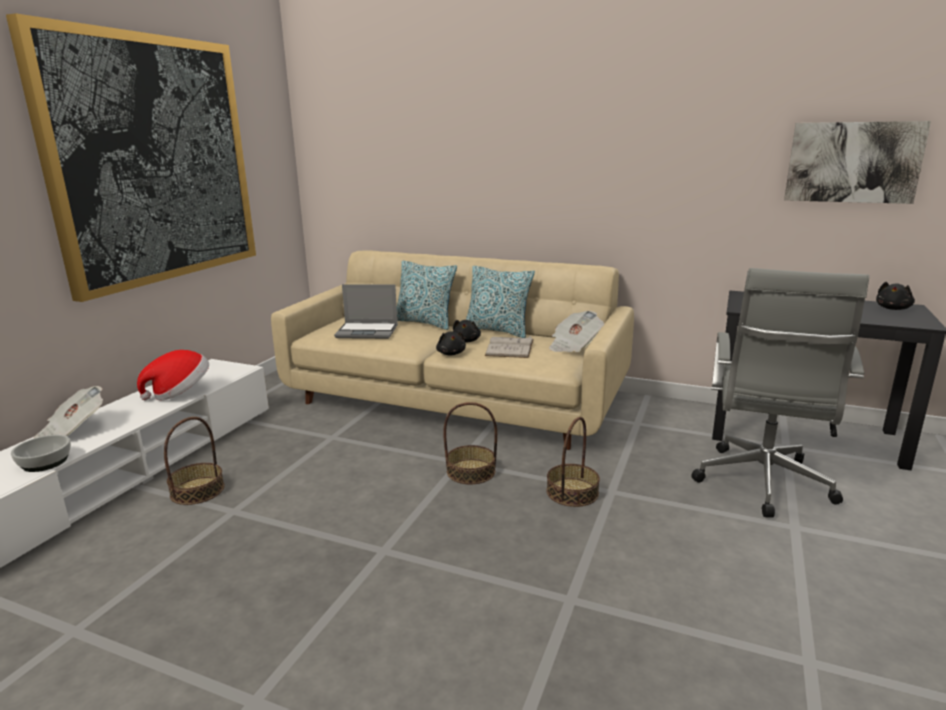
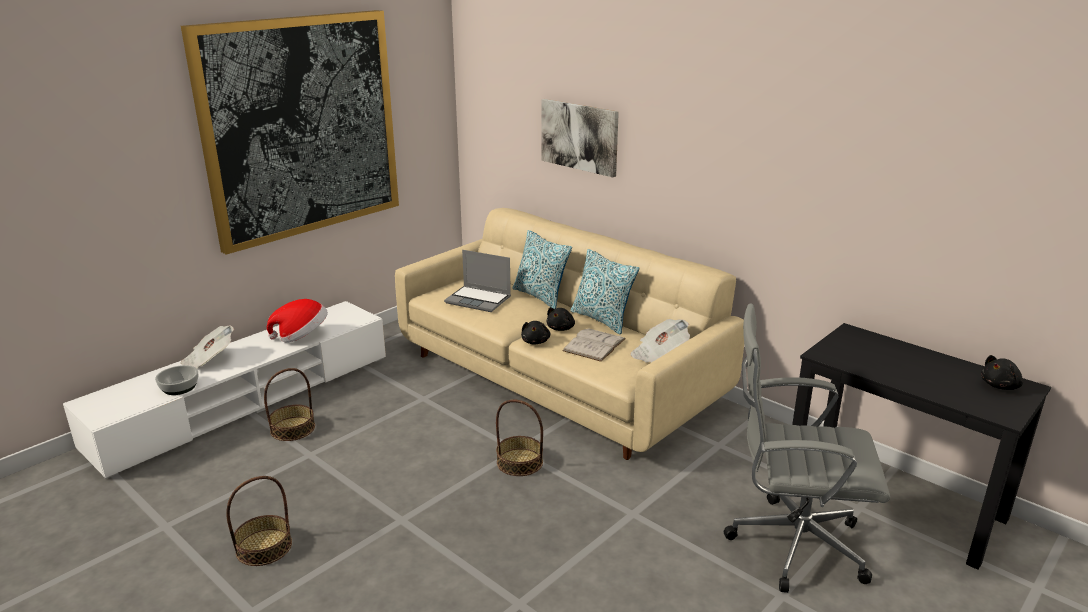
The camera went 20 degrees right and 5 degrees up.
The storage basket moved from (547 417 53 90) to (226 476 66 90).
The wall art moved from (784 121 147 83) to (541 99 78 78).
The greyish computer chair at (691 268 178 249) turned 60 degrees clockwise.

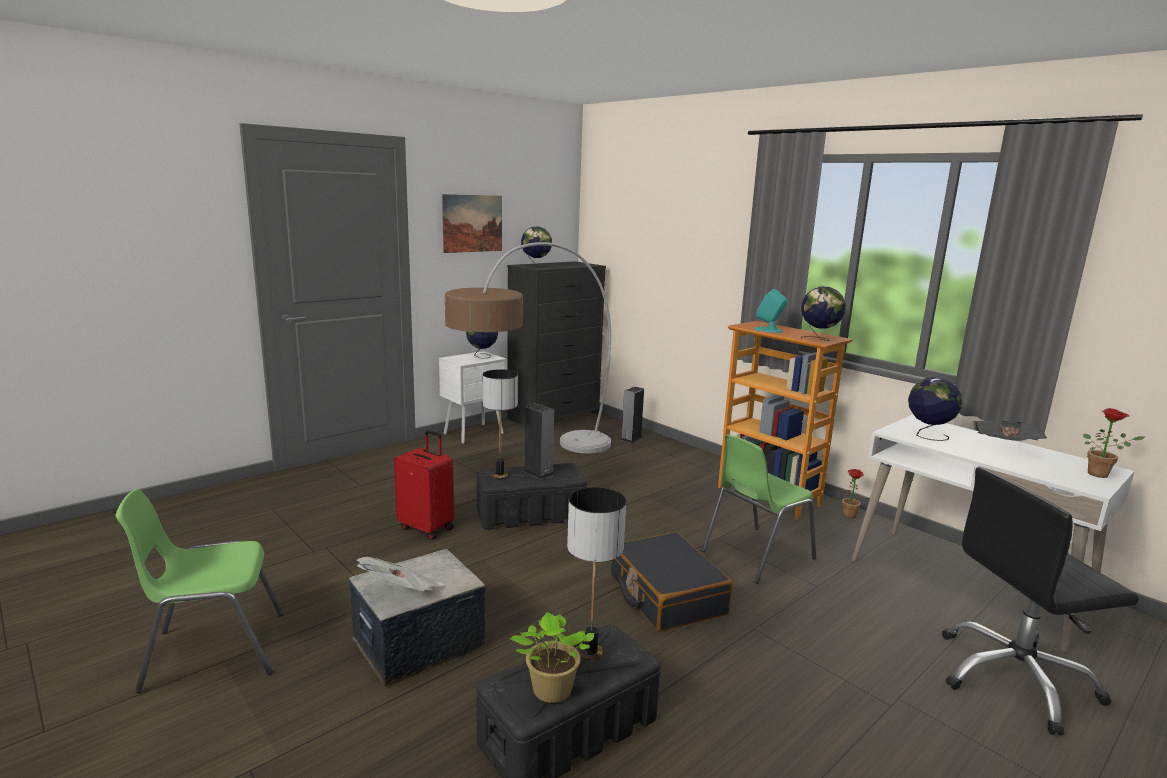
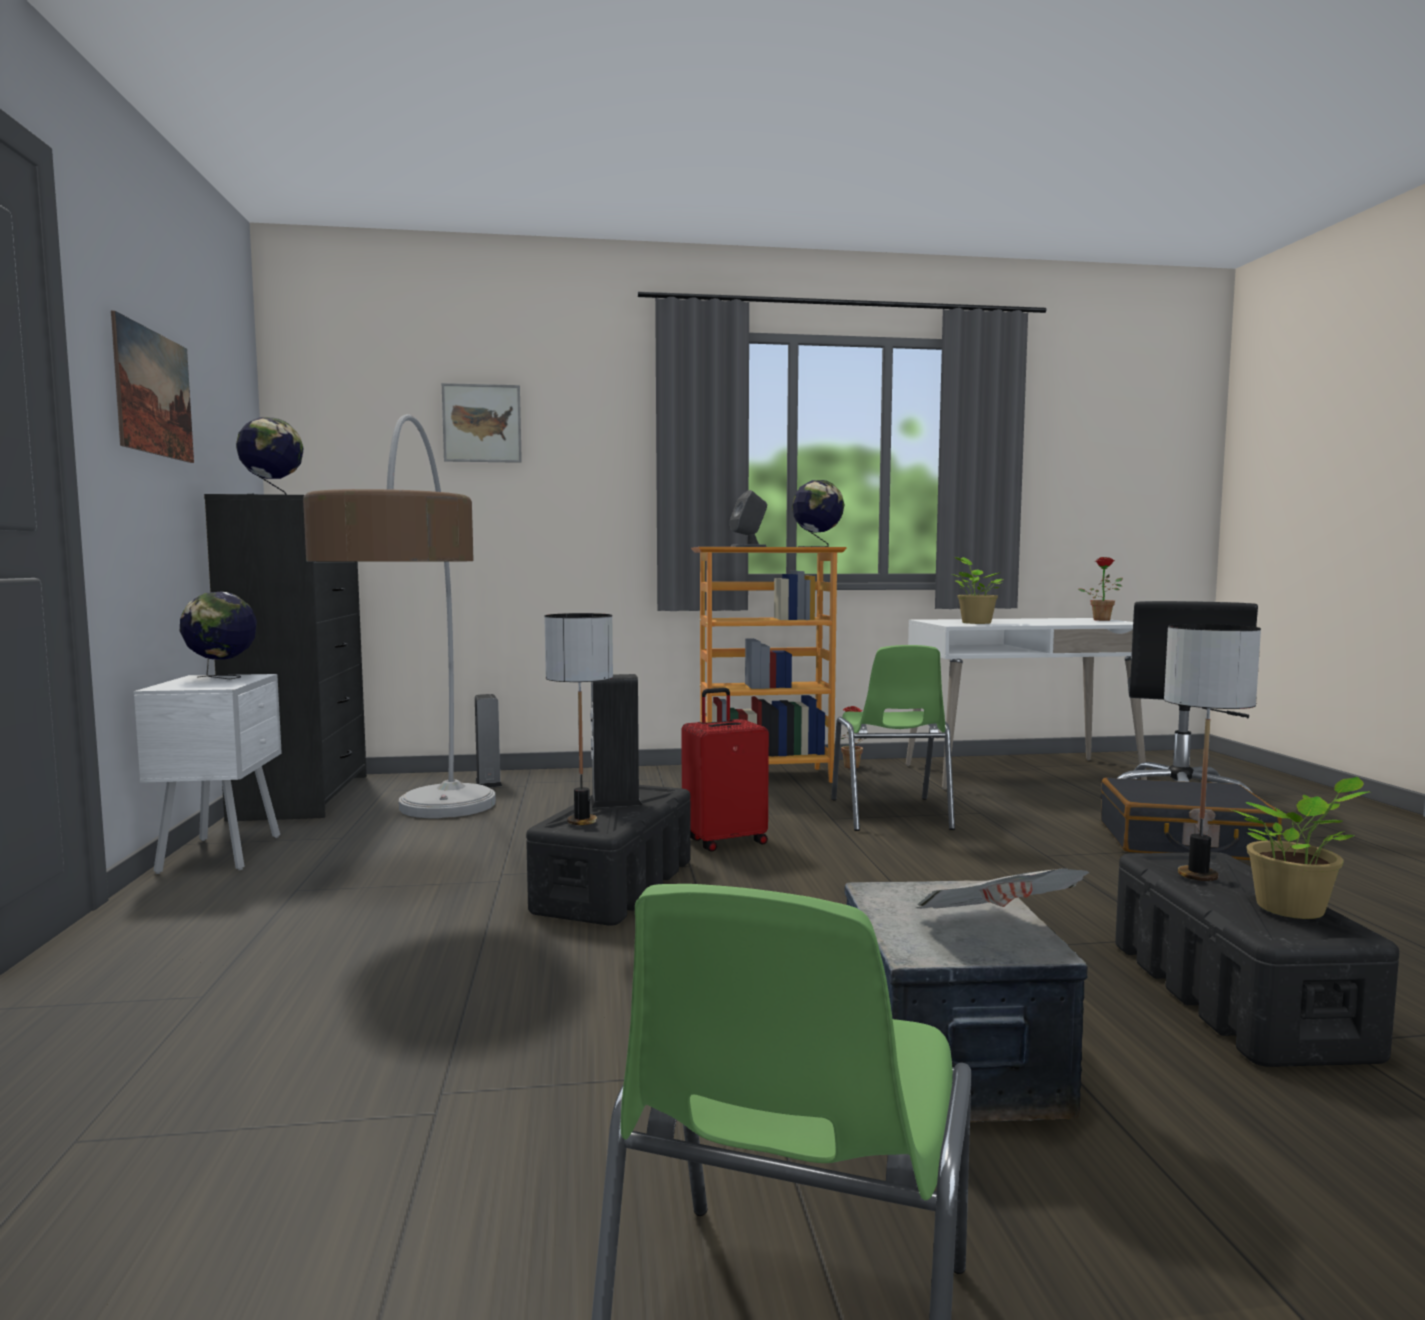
The camera went 55 degrees left and 10 degrees down.
The printed paper at (973 421 74 20) disappeared.
The wall art at (442 383 80 80) appeared.
The reddish travel case moved from (394 430 60 110) to (681 688 88 164).
The black travel case moved from (611 532 122 100) to (1101 777 181 83).
The globe at (908 377 54 64) was replaced by the potted plant at (951 557 52 67).
The turquoise audio speaker at (755 289 32 44) became the greyish audio speaker at (730 490 37 57).

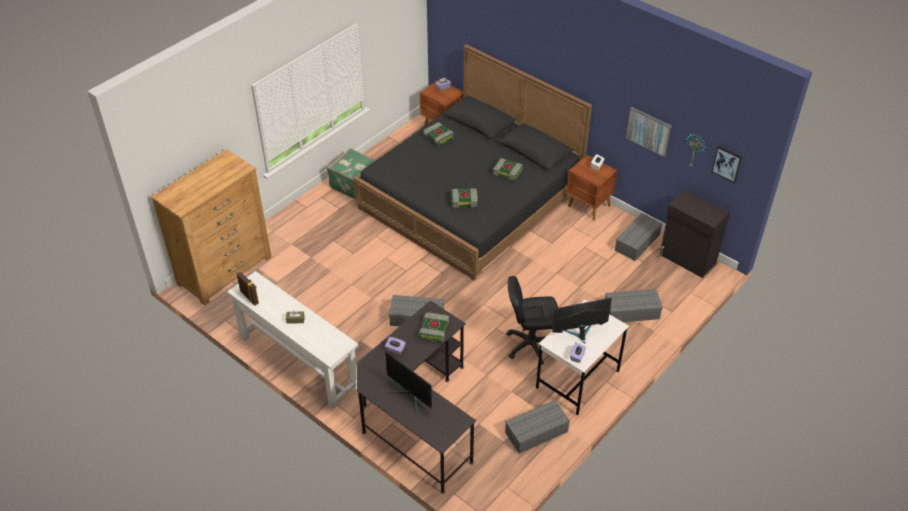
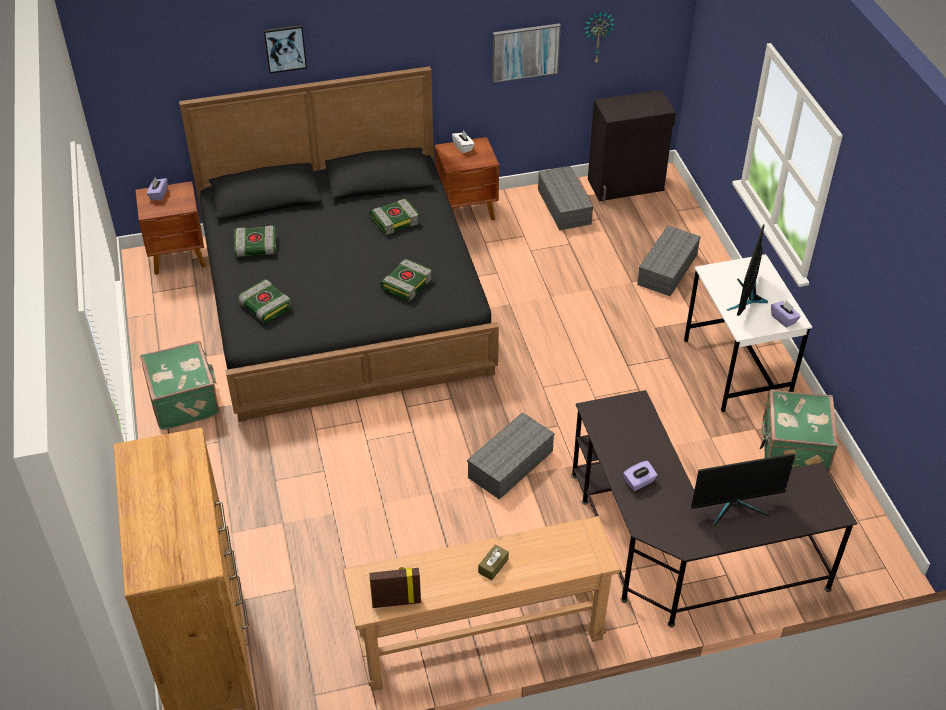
The camera went 55 degrees left and 0 degrees up.
The black computer chair at (506 276 52 89) disappeared.
The book moved from (419 312 30 30) to (238 280 53 43).
The wall art moved from (712 146 30 37) to (264 25 43 49).
The greyish storage box at (505 400 65 54) was replaced by the greenish travel case at (760 389 78 84).
The white console table at (227 271 132 137) became the brownish console table at (343 516 278 175).

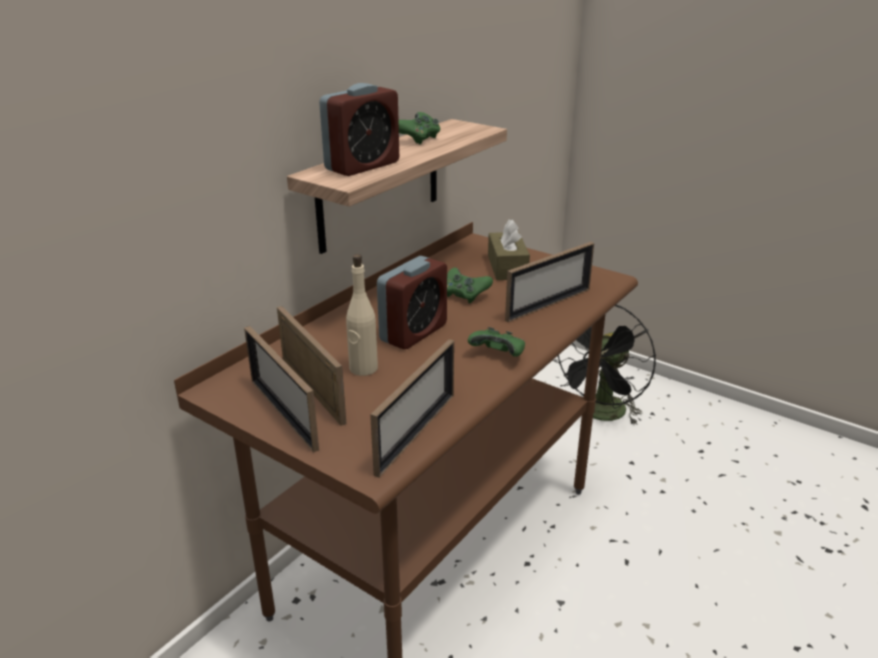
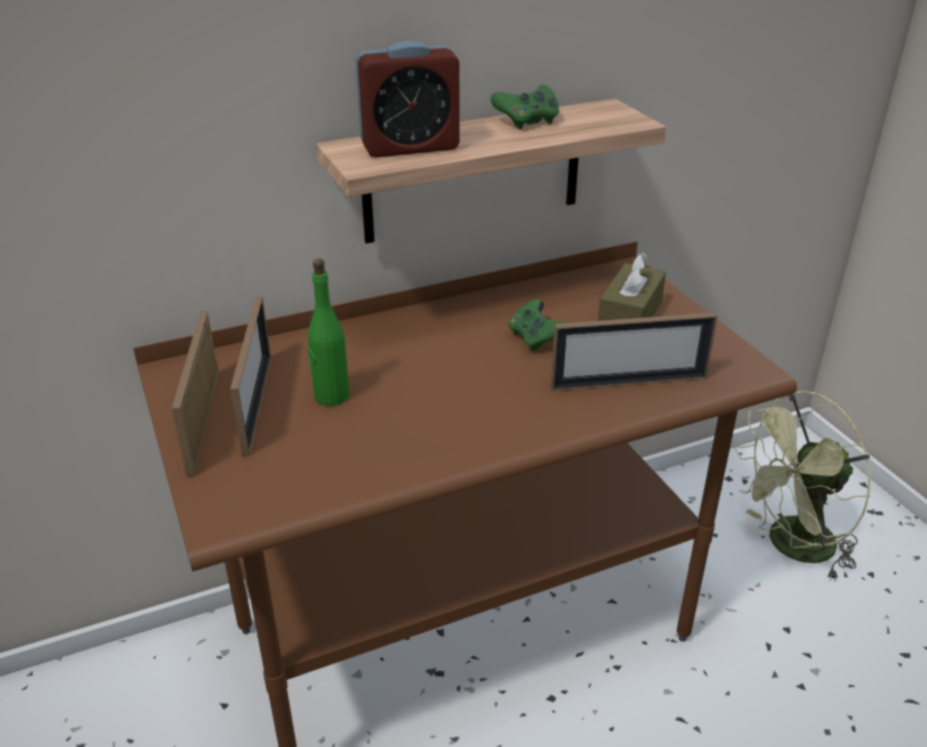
The camera went 30 degrees right and 5 degrees up.
The picture frame at (370 339 84 139) disappeared.
The bedside clock at (377 256 70 93) disappeared.
The greenish joypad at (468 327 57 30) disappeared.
The beige-coloured drink bottle at (346 254 32 122) became the greenish drink bottle at (307 259 43 147).
The black fan at (553 305 103 121) became the greenish fan at (735 391 135 190).

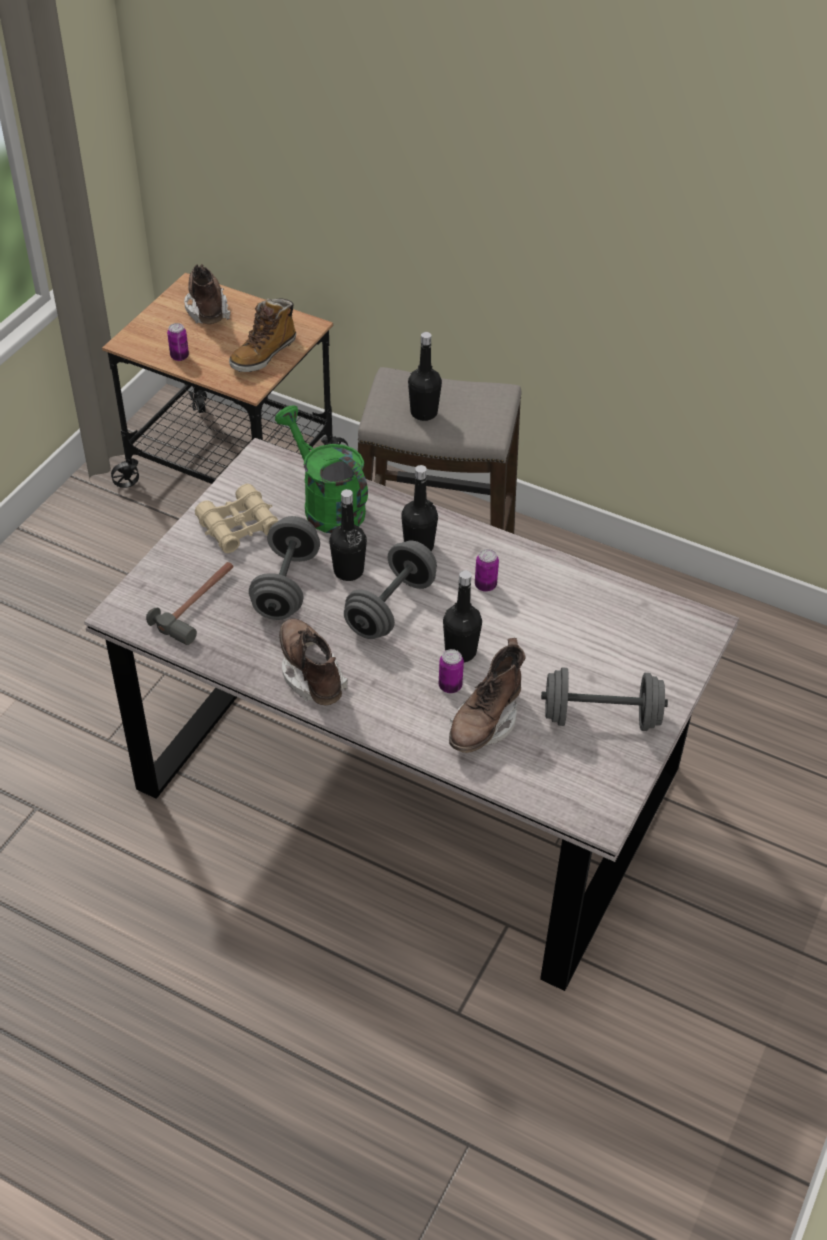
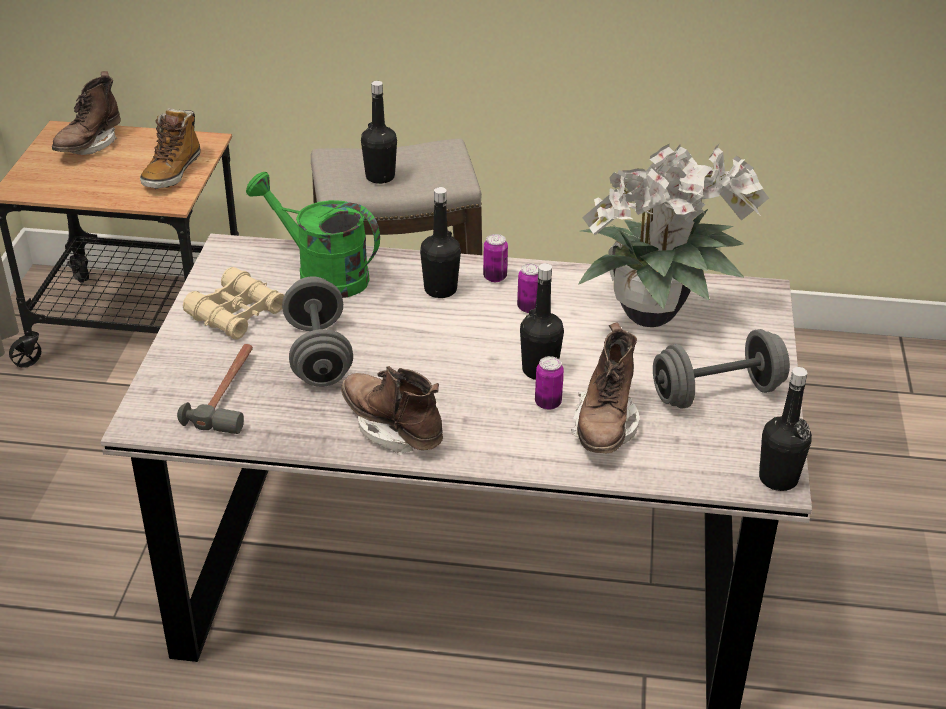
The camera went 20 degrees left and 10 degrees down.
The greyish hand weight at (344 541 93 98) disappeared.
The potted plant at (578 143 191 184) appeared.
The sealed can moved from (167 323 22 38) to (483 234 25 48).
The black drink bottle moved from (329 489 38 92) to (759 367 53 124).
The brownish boot at (184 264 47 60) turned 120 degrees counterclockwise.

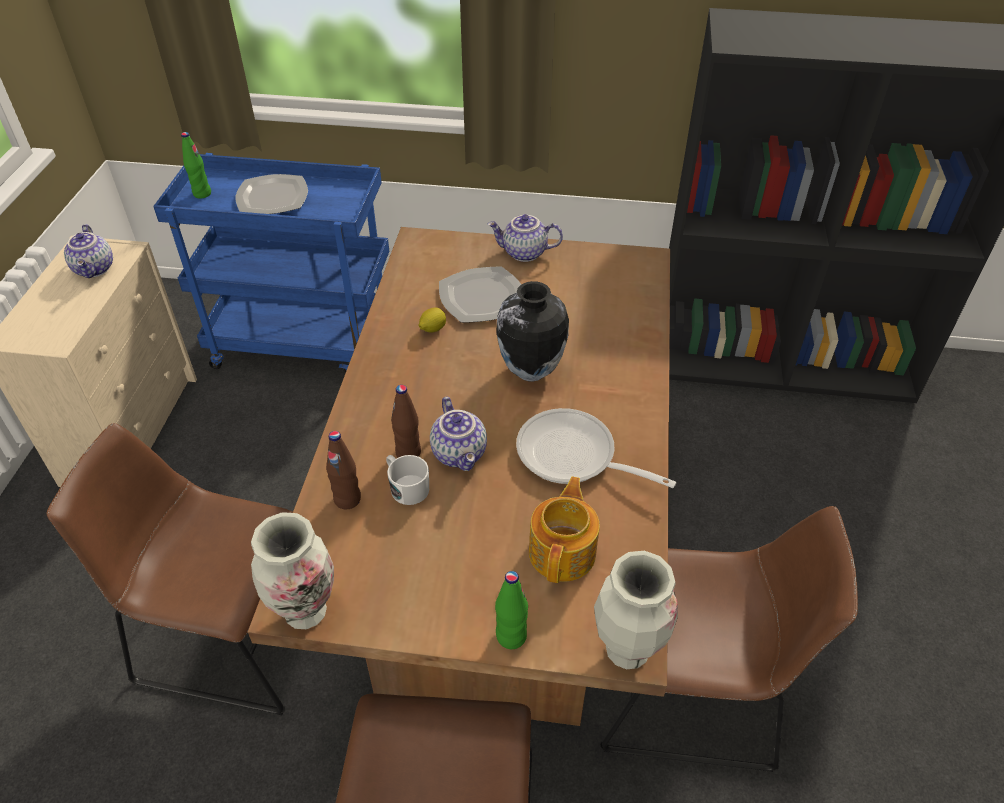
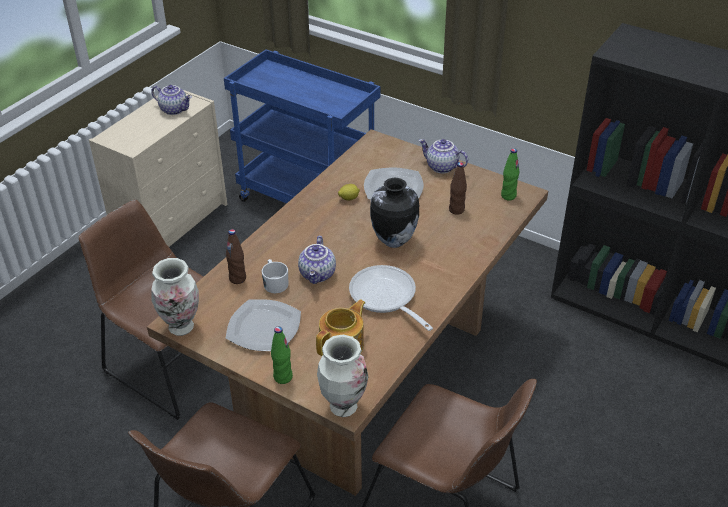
The camera went 25 degrees right and 5 degrees down.
The greenish drink bottle moved from (181 132 30 67) to (501 148 18 52).
The plate moved from (235 174 73 40) to (226 299 75 52).
The brownish drink bottle moved from (391 385 30 72) to (449 162 18 53).
The tea pot at (64 224 49 54) turned 75 degrees counterclockwise.

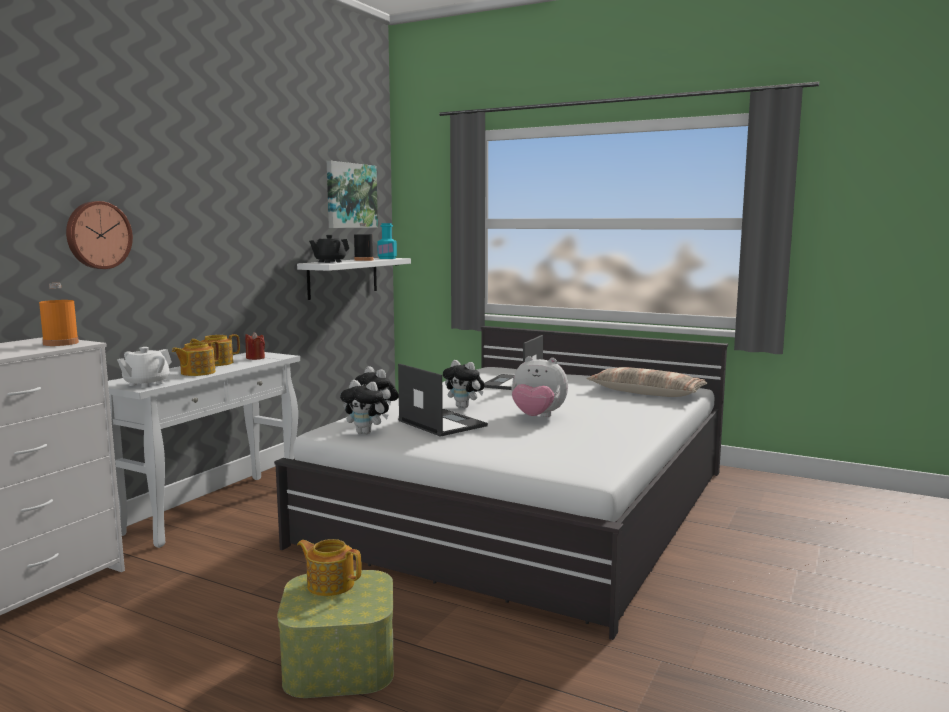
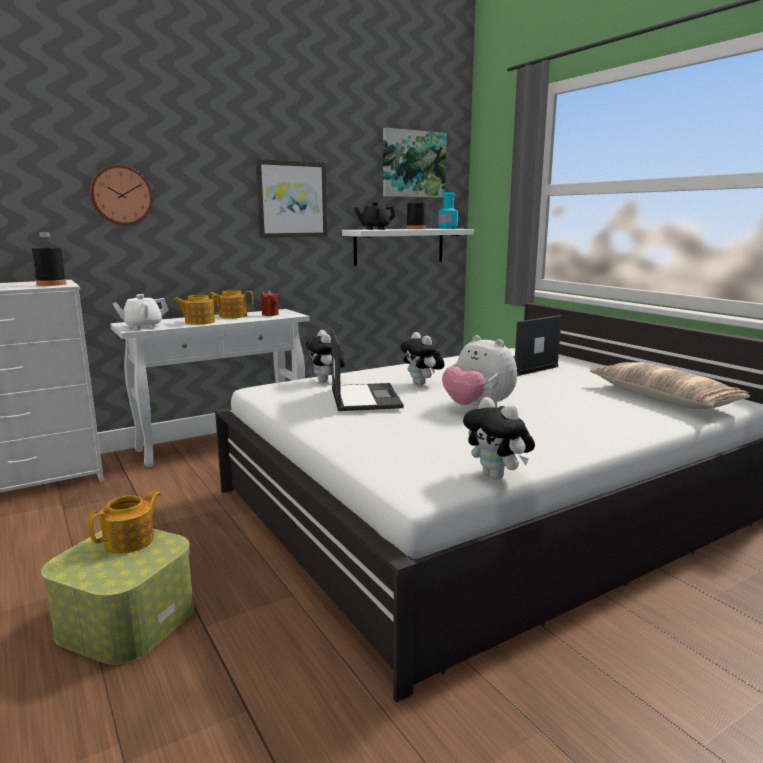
The camera went 30 degrees right and 5 degrees up.
The wall art at (255 159 72 79) appeared.
The plush toy moved from (340 380 49 55) to (463 397 72 83).
The orange-coloured drink bottle at (39 283 40 63) became the black drink bottle at (32 232 34 54).
The tea pot at (297 539 65 57) turned 75 degrees clockwise.

